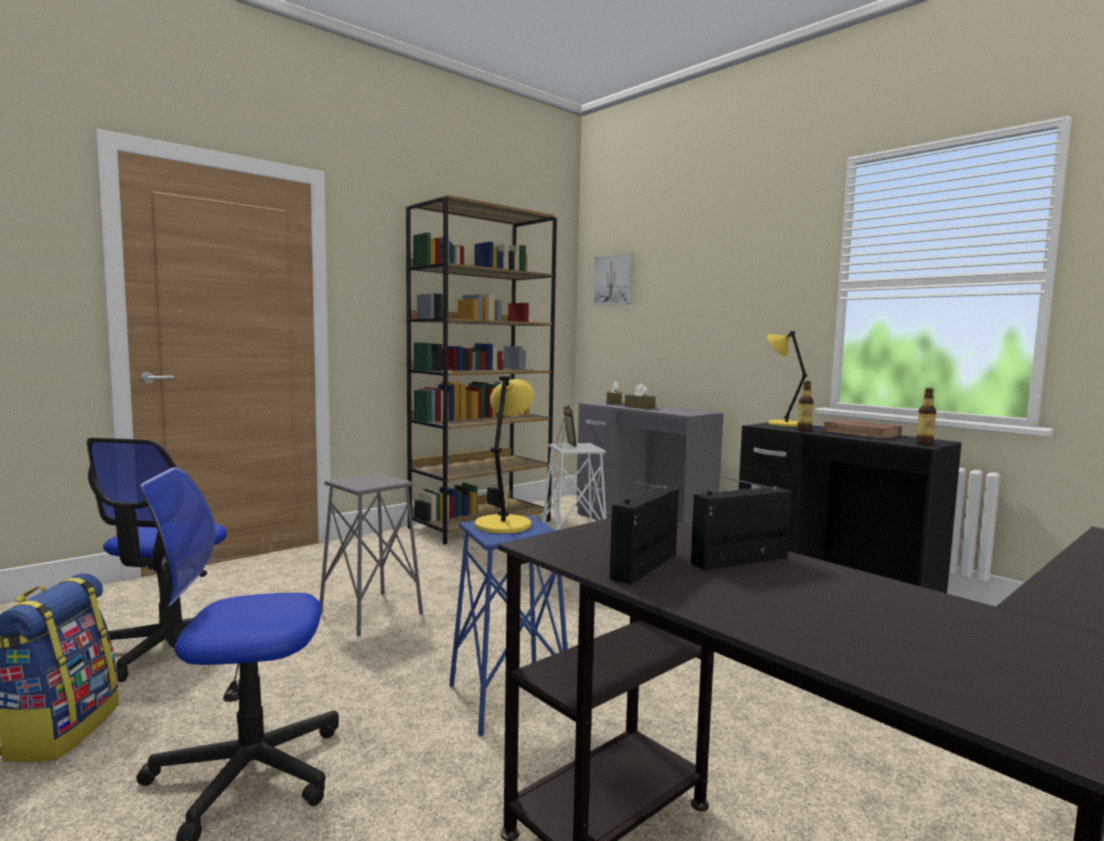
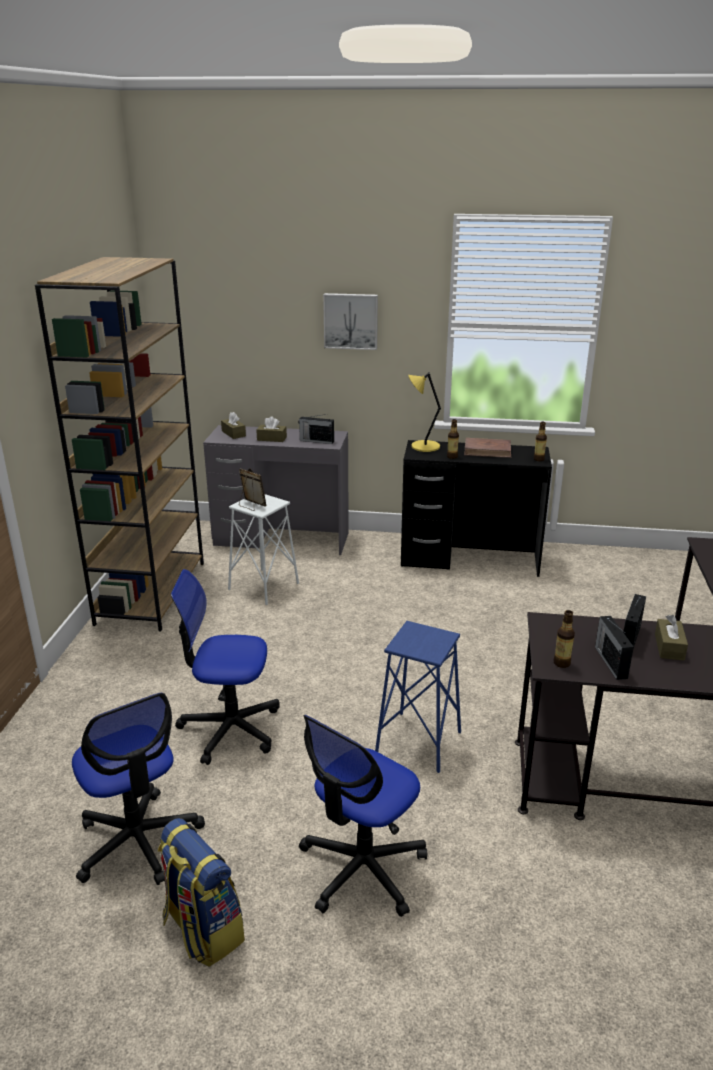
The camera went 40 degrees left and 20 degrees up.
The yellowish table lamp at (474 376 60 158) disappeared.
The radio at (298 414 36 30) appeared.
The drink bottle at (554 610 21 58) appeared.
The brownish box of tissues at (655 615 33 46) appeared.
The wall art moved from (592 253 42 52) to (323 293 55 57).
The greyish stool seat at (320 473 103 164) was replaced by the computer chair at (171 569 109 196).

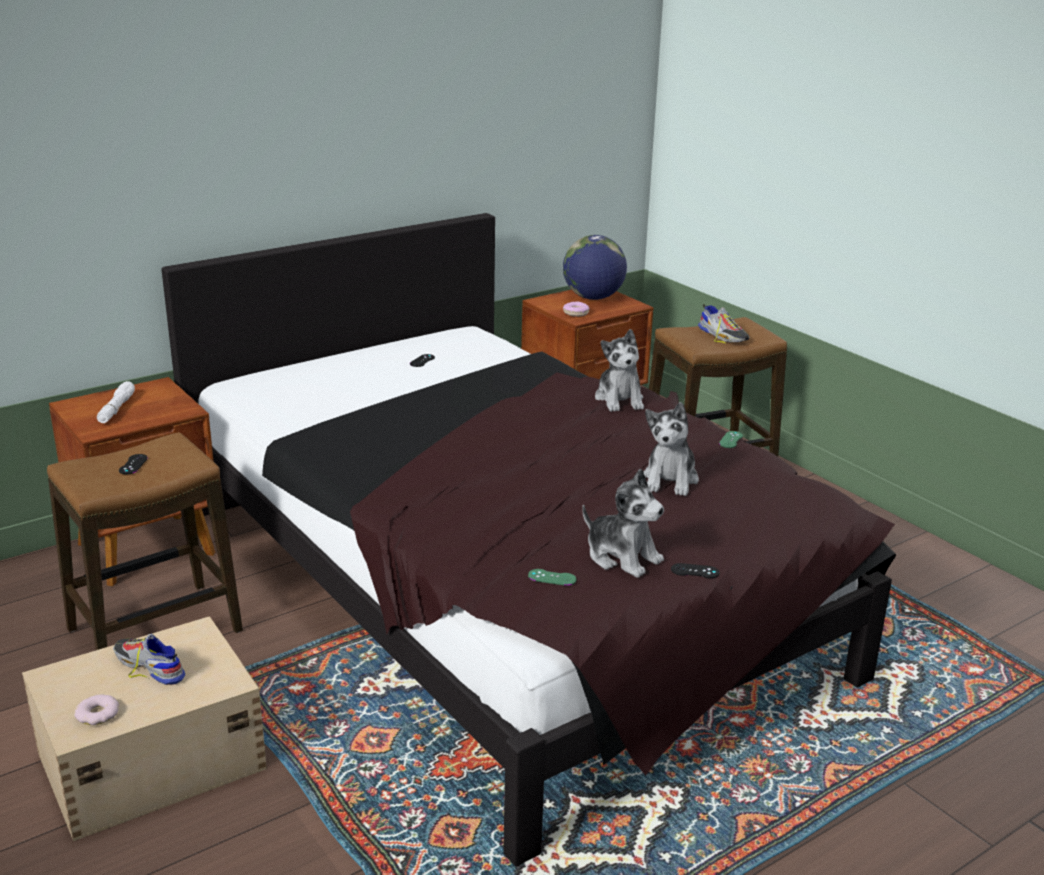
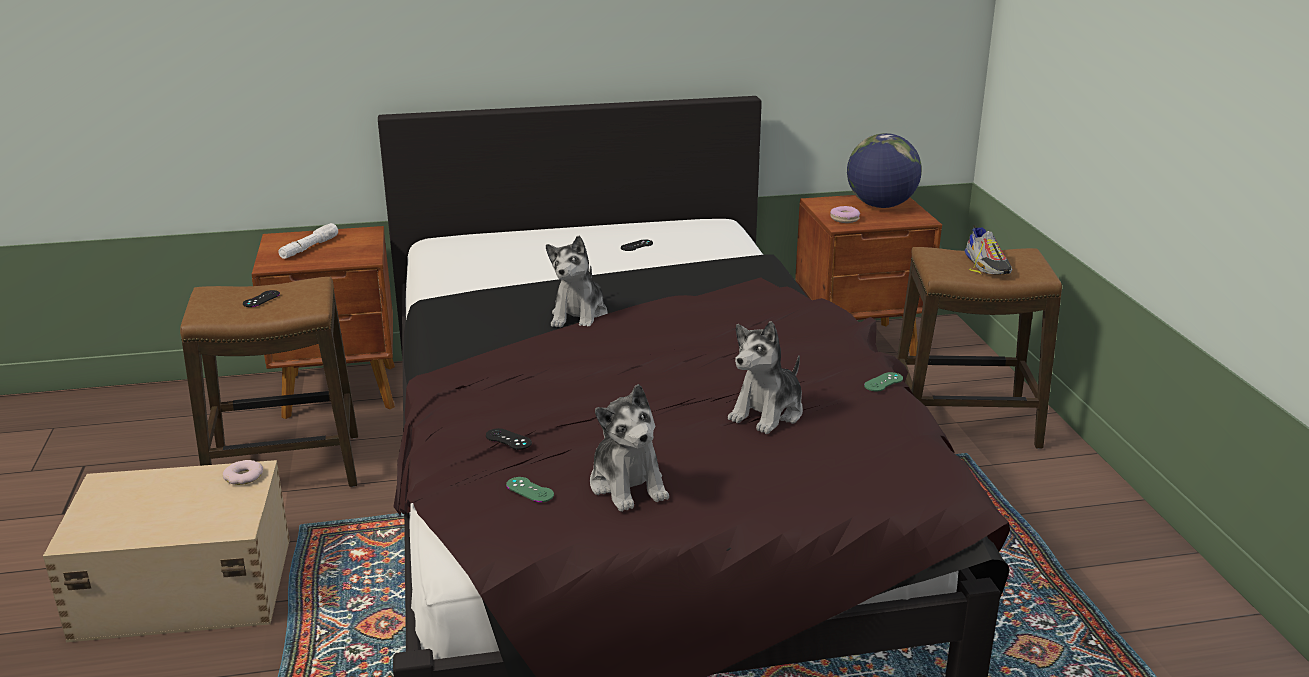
The camera went 25 degrees right and 0 degrees up.
The low shoe at (113 634 72 51) disappeared.
The donut moved from (74 694 45 31) to (223 460 40 25).
The plush toy moved from (595 329 49 83) to (546 236 62 92).
The black joypad moved from (671 563 48 15) to (486 428 46 22).

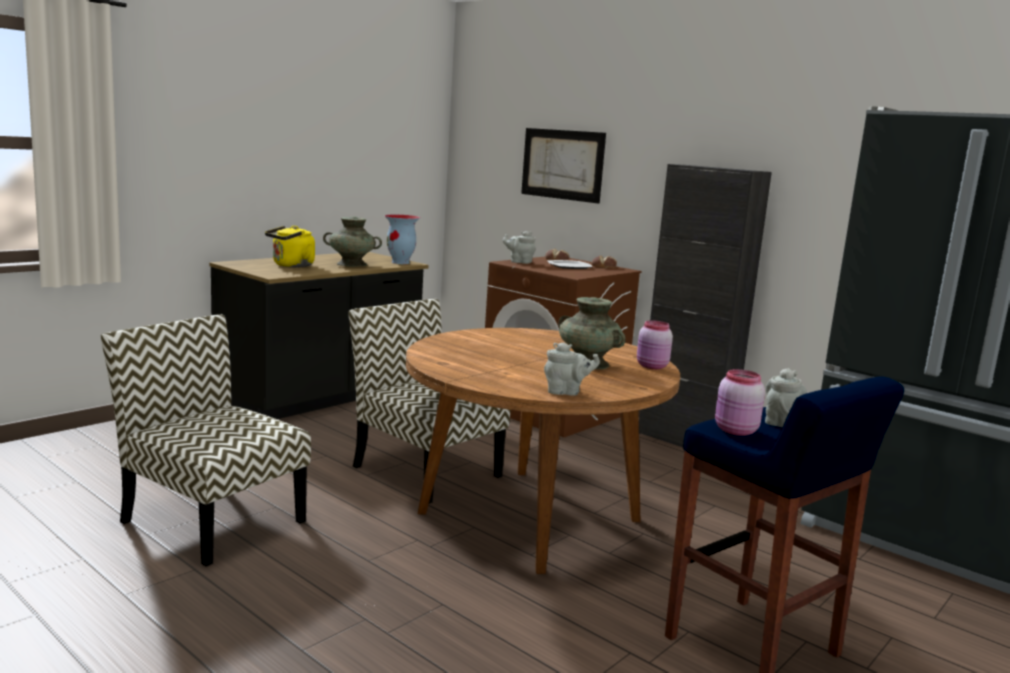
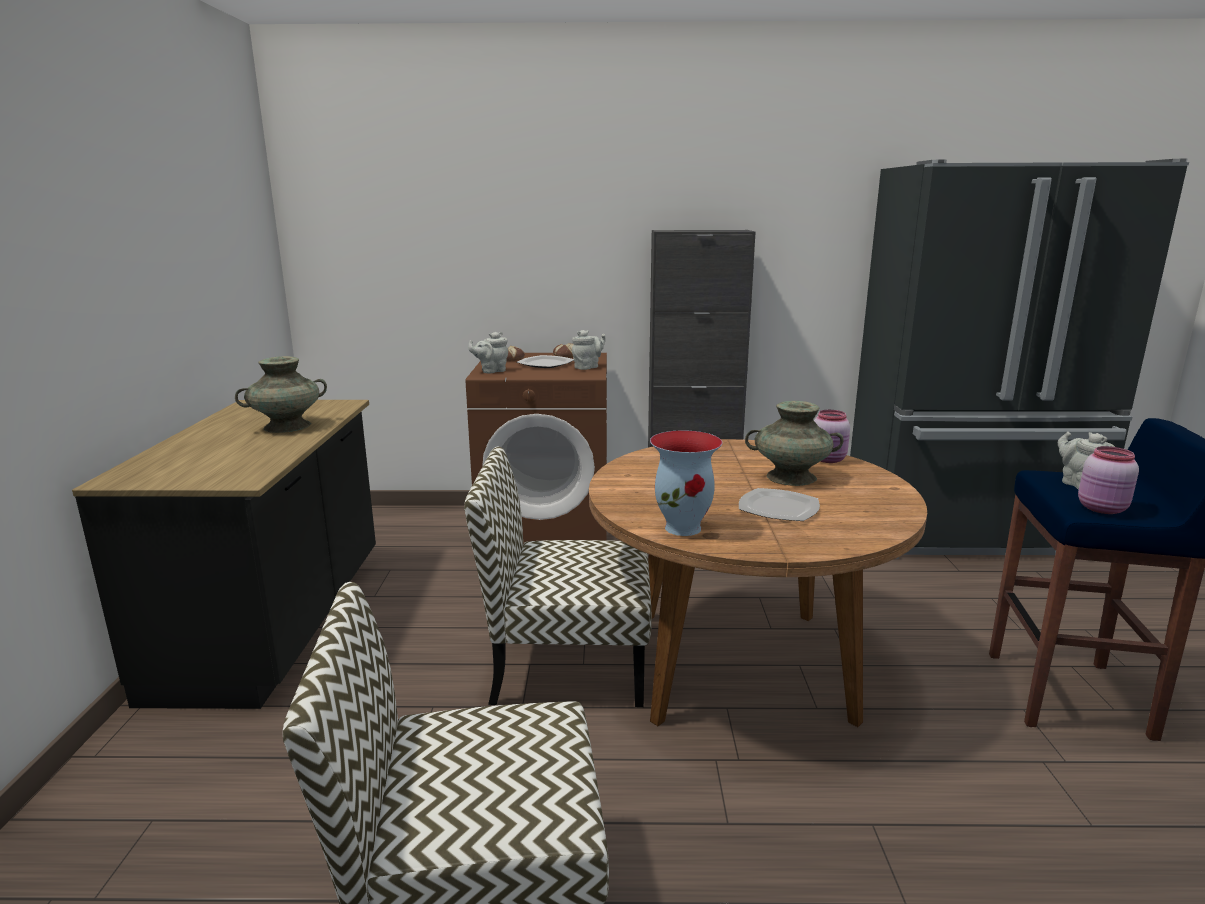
The camera went 40 degrees left and 5 degrees up.
The yellowish water kettle at (265 226 50 41) disappeared.
The wall art at (521 128 85 76) disappeared.
The plate at (739 488 81 33) appeared.
The decorative vase moved from (385 214 35 50) to (650 430 72 106).
The greyish tea pot moved from (544 342 56 53) to (572 330 33 40).

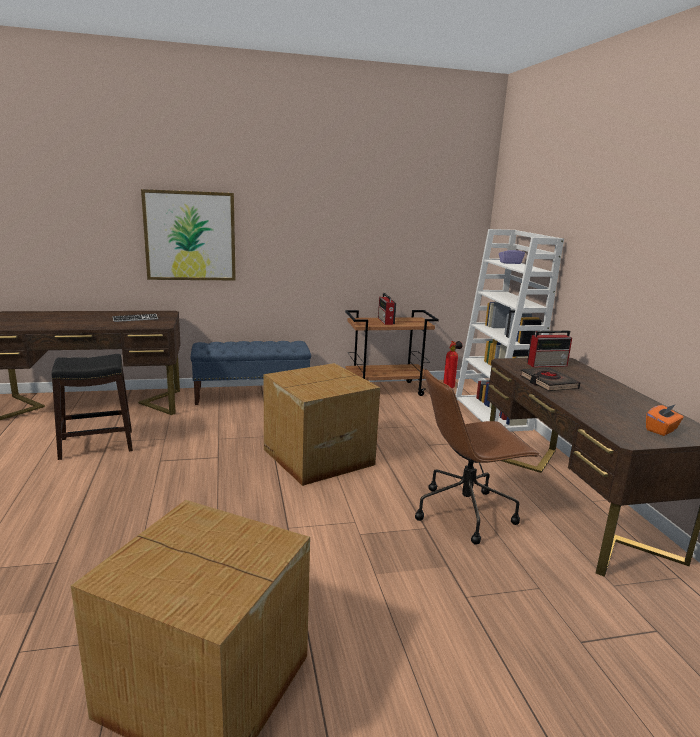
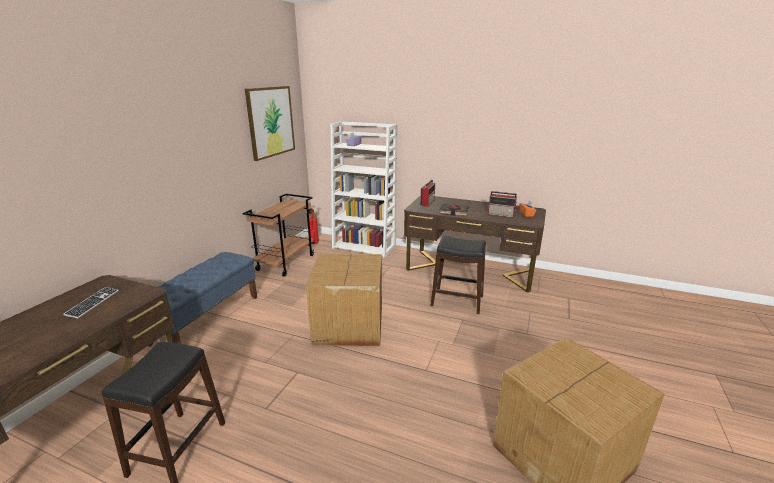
The camera went 55 degrees left and 5 degrees up.
The wall art moved from (141 189 95 91) to (245 86 50 75).
The radio moved from (378 293 18 32) to (488 191 29 27).
The brownish computer chair at (415 369 126 176) was replaced by the black stool seat at (431 236 55 78).

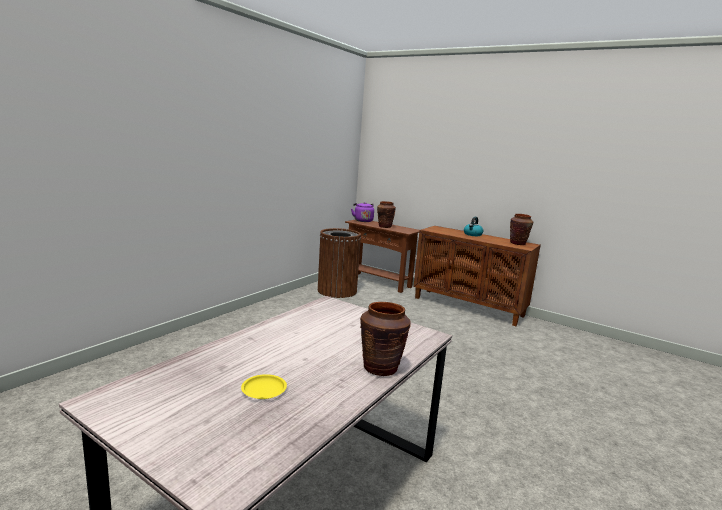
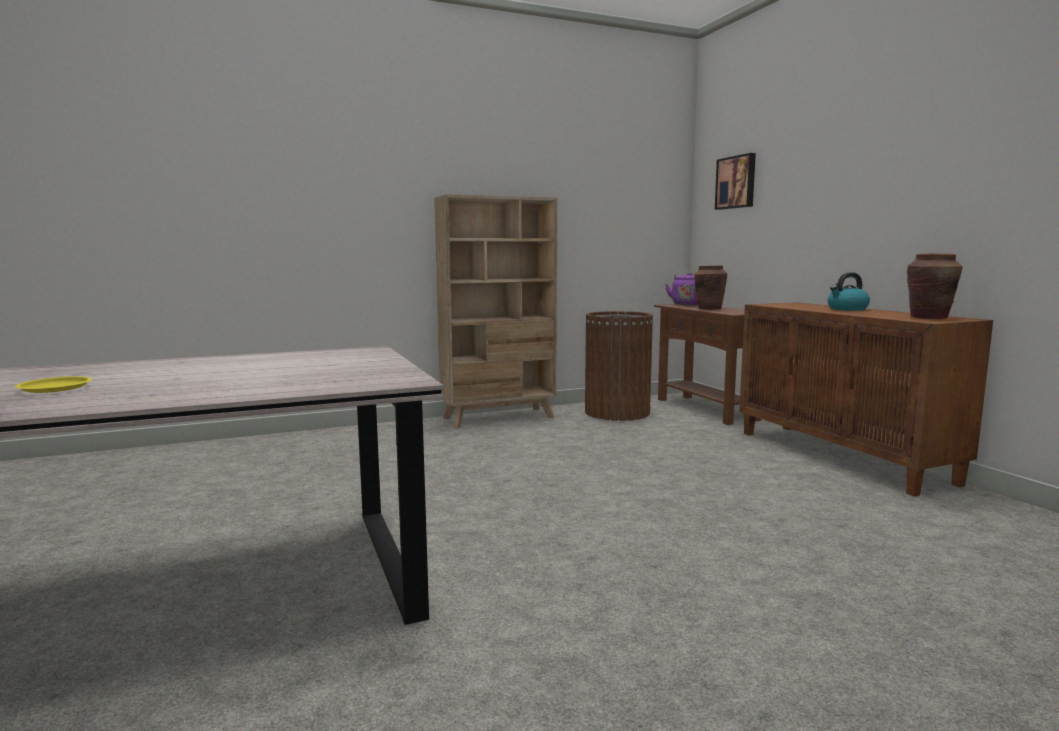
The camera went 35 degrees right and 5 degrees down.
The brownish decorative vase at (360 302 51 74) disappeared.
The beige-coloured shelving unit at (434 194 123 235) appeared.
The wall art at (715 153 41 57) appeared.

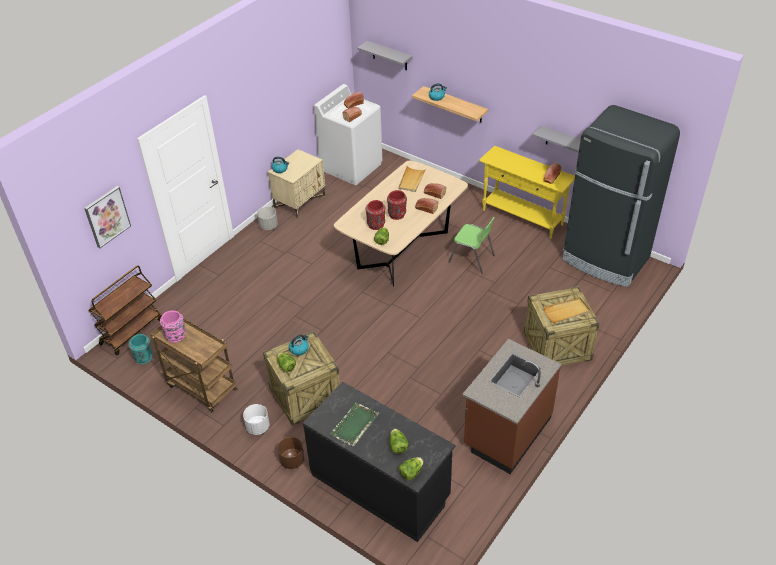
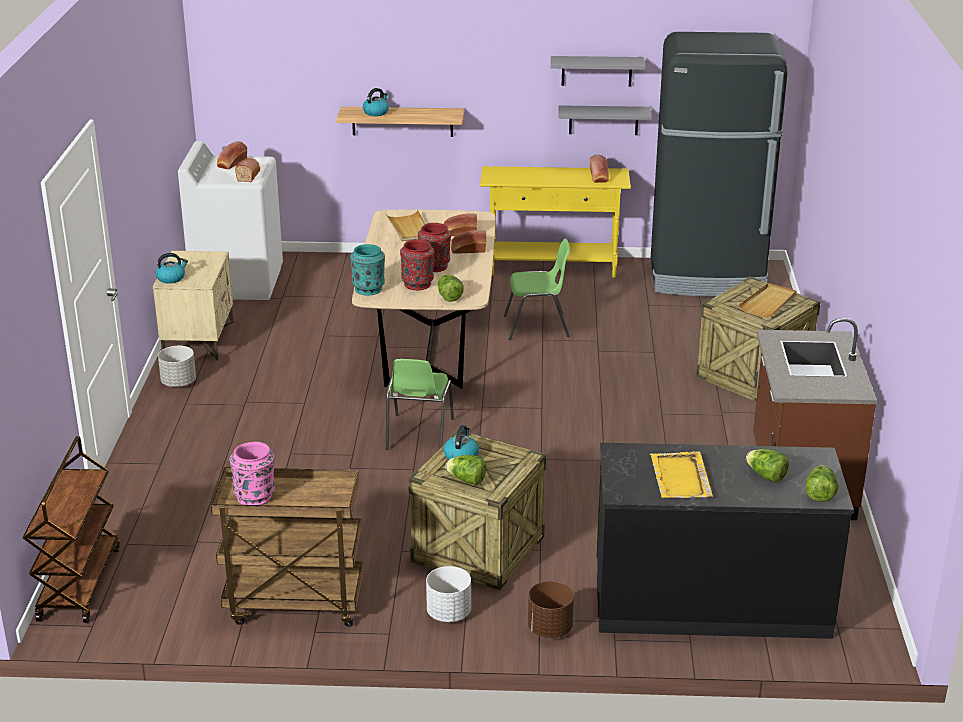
The camera went 35 degrees left and 15 degrees down.
The wall art at (84 186 47 62) disappeared.
The greenish chair at (386 359 68 91) appeared.
The turquoise decorative vase moved from (129 334 24 30) to (350 244 35 51).
The greyish wall shelf moved from (358 41 54 29) to (551 56 95 31).
The greenish serving tray at (329 402 51 45) became the yellowish serving tray at (650 451 63 47).

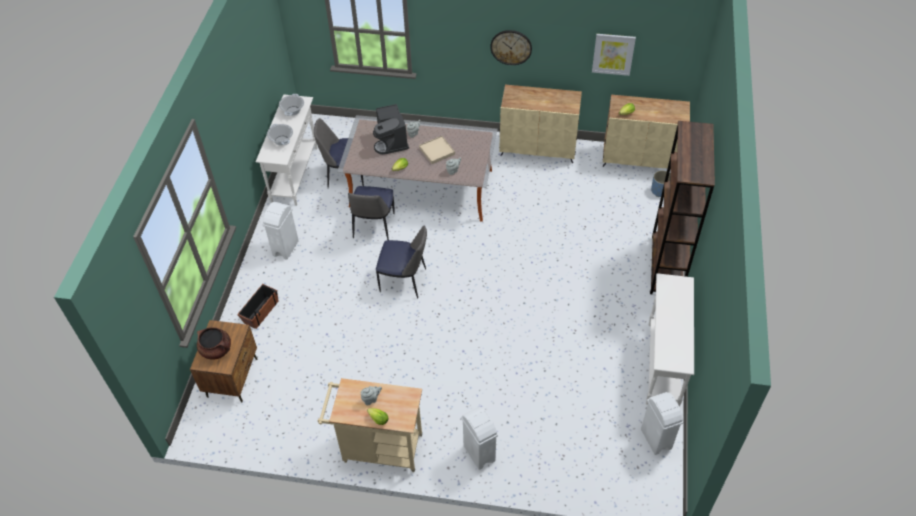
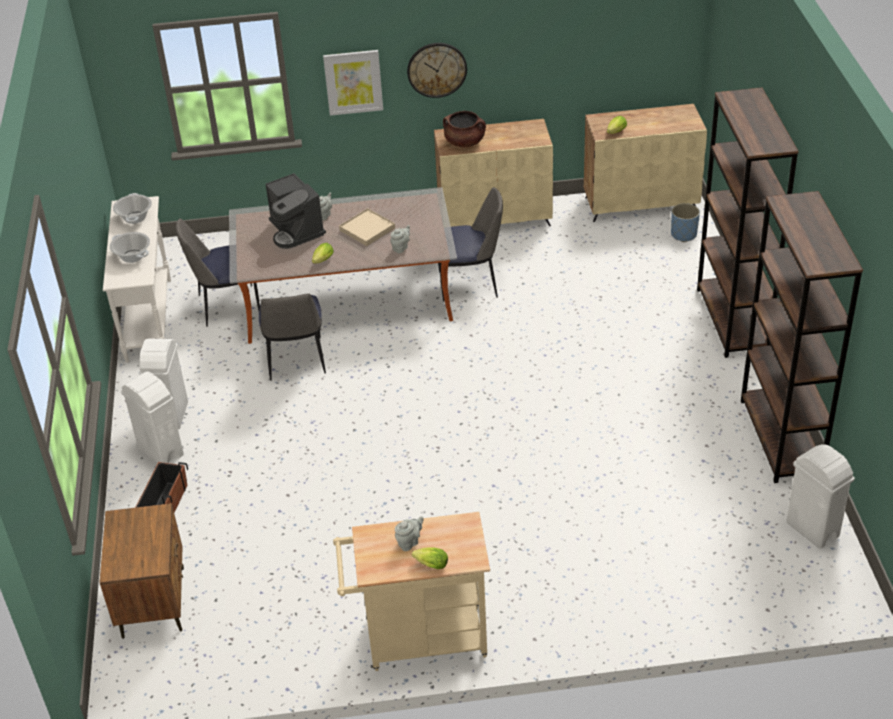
The camera went 15 degrees left and 10 degrees down.
The brownish saucepot moved from (197 327 34 32) to (443 111 43 36).
The chair moved from (376 226 51 73) to (438 187 65 115).
The white rubbish bin moved from (461 406 37 64) to (121 371 63 93).
The wall art moved from (592 34 44 42) to (323 50 60 66).
The white console table at (646 273 48 133) was replaced by the brownish shelving unit at (741 191 122 292).

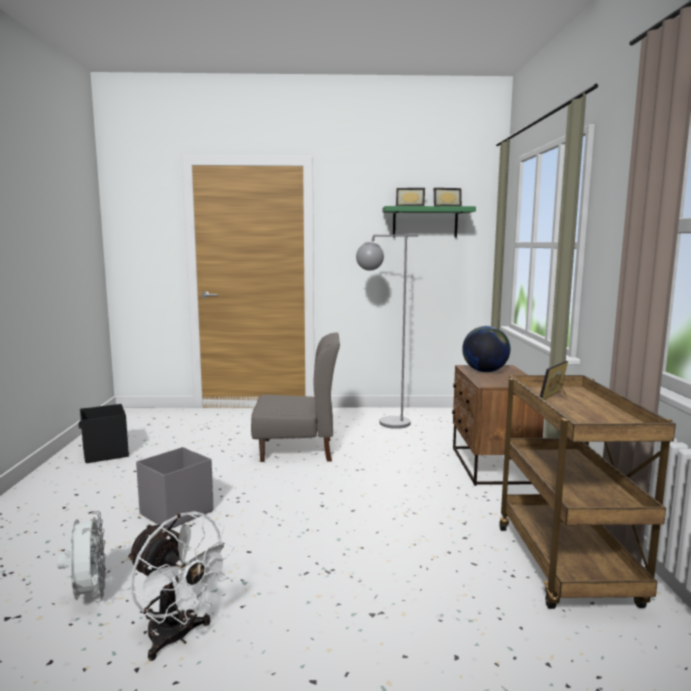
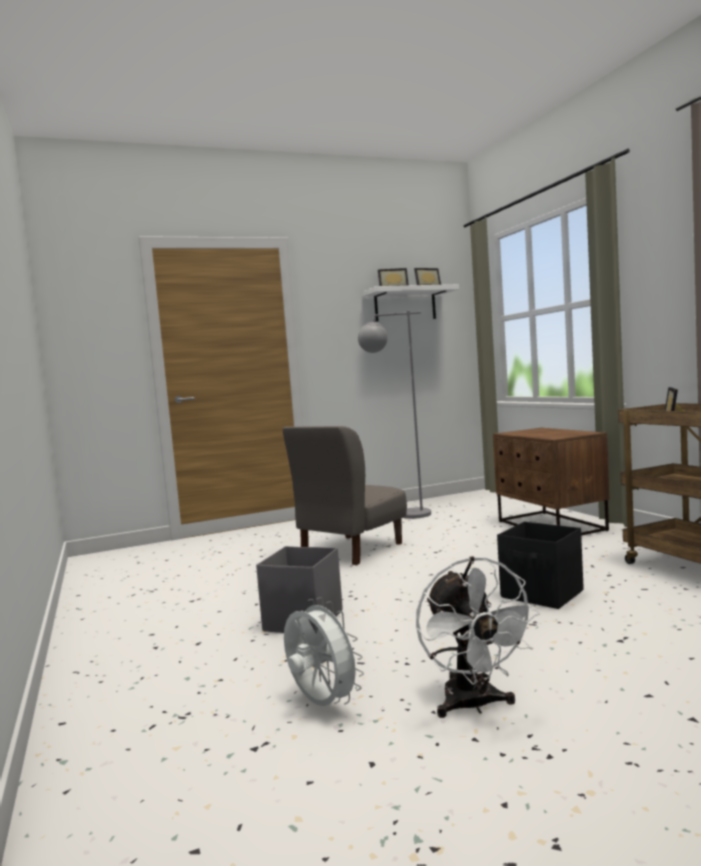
The camera went 20 degrees left and 5 degrees down.
The globe at (462 326 48 46) disappeared.
The black storage box moved from (78 404 51 59) to (497 522 87 87).
The greenish wall shelf at (382 206 94 32) became the white wall shelf at (363 284 96 38).
The white fan at (128 511 106 150) turned 60 degrees clockwise.
The greyish chair at (251 332 89 130) turned 150 degrees clockwise.

